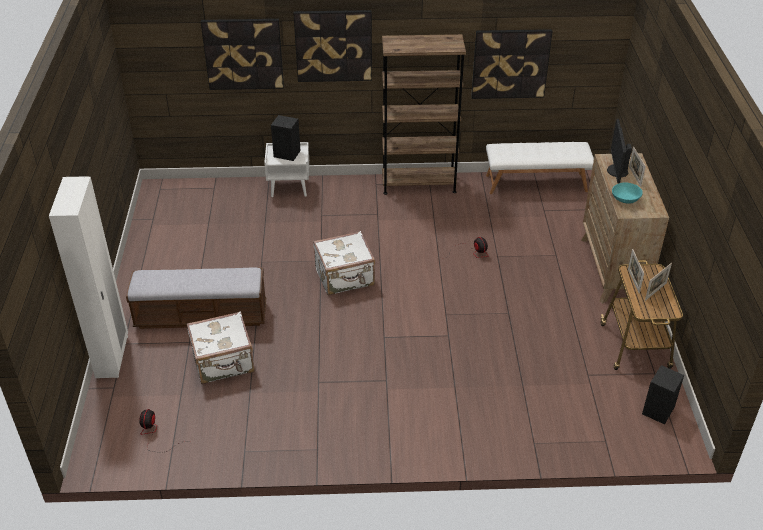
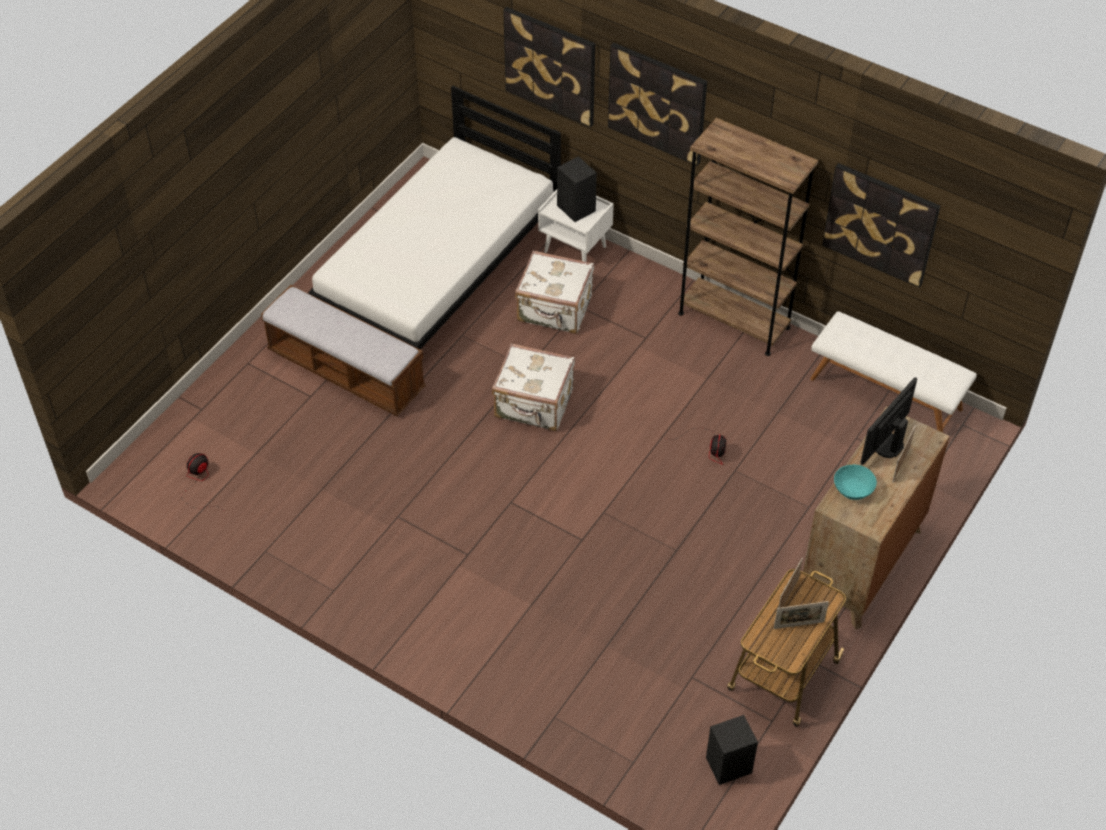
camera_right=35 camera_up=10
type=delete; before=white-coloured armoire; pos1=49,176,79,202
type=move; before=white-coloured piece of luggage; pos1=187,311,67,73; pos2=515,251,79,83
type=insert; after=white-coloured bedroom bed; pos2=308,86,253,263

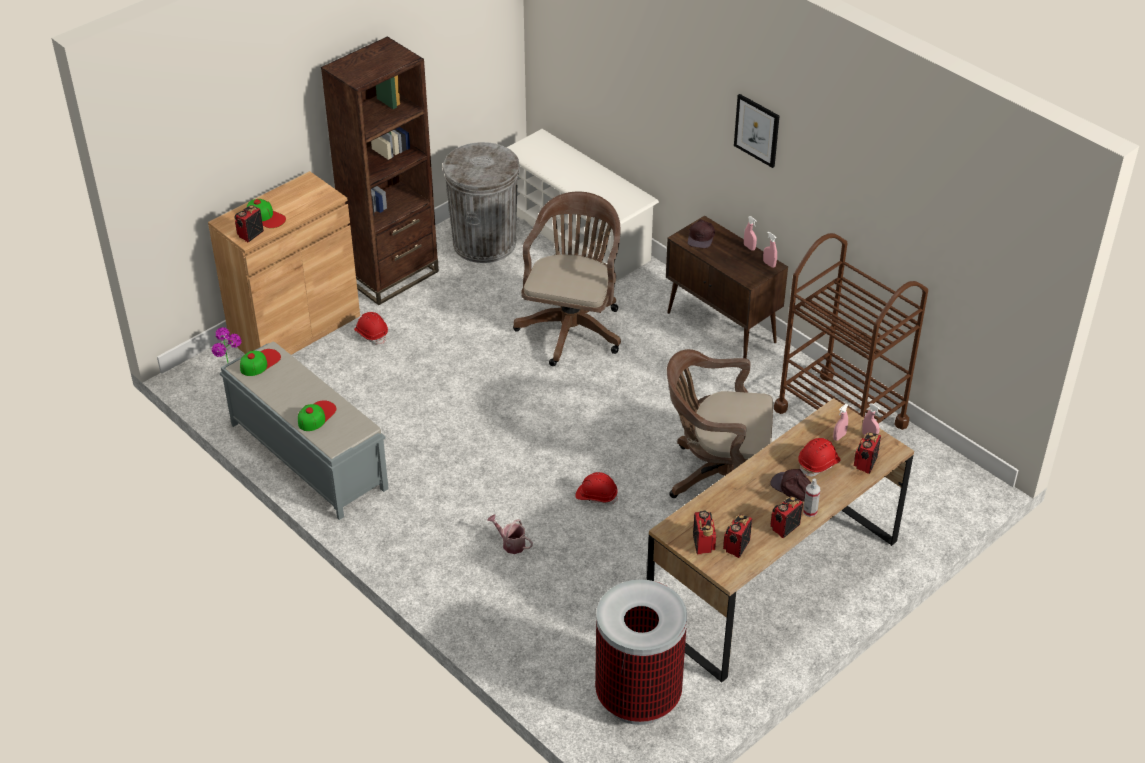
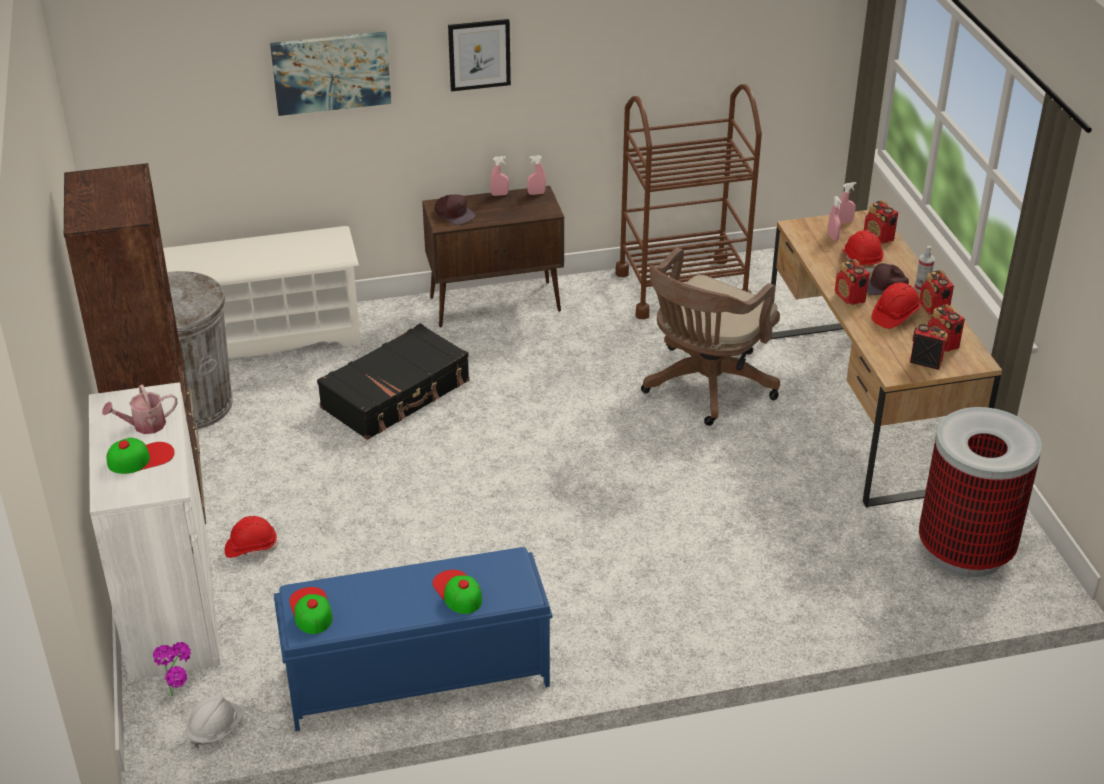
camera_right=-60 camera_up=-5
type=recolor; before=brown storage cabinet; after=white-coloured storage cabinet; pos1=208,171,152,184; pos2=89,382,131,298
type=recolor; before=grey long seat; after=blue-coloured long seat; pos1=220,342,169,178; pos2=274,547,279,184
type=move; before=radio; pos1=235,205,29,37; pos2=835,259,35,46
type=move; before=watering can; pos1=487,514,46,40; pos2=102,384,75,50
type=replace; before=brown desk chair; after=blackish piece of luggage; pos1=513,192,108,174; pos2=317,323,153,117
type=move; before=red work helmet; pos1=575,472,43,33; pos2=871,282,49,47
type=insert; after=white-coloured work helmet; pos2=187,695,57,53
type=insert; after=picture; pos2=270,32,121,84

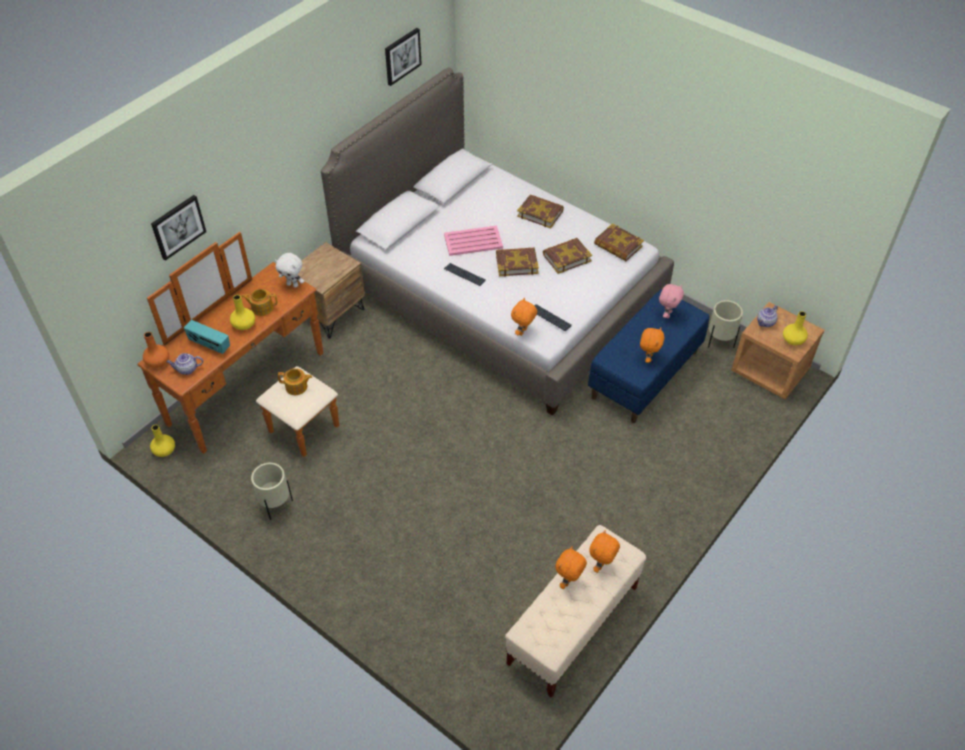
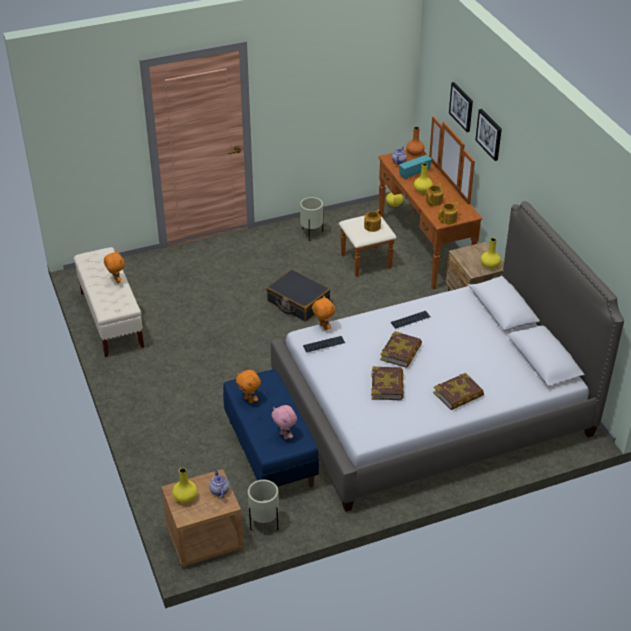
camera_right=120 camera_up=-10
type=replace; before=white-coloured cuddly toy; after=tea pot; pos1=275,253,29,35; pos2=438,202,22,22
type=move; before=picture; pos1=385,28,37,58; pos2=475,109,27,52
type=delete; before=pink tray; pos1=444,226,59,30
type=delete; before=orangey cuddly toy; pos1=589,530,31,43
type=delete; before=volume; pos1=594,223,50,38
type=insert; after=blackish piece of luggage; pos2=267,269,63,52
type=insert; after=yellow decorative vase; pos2=481,238,20,31

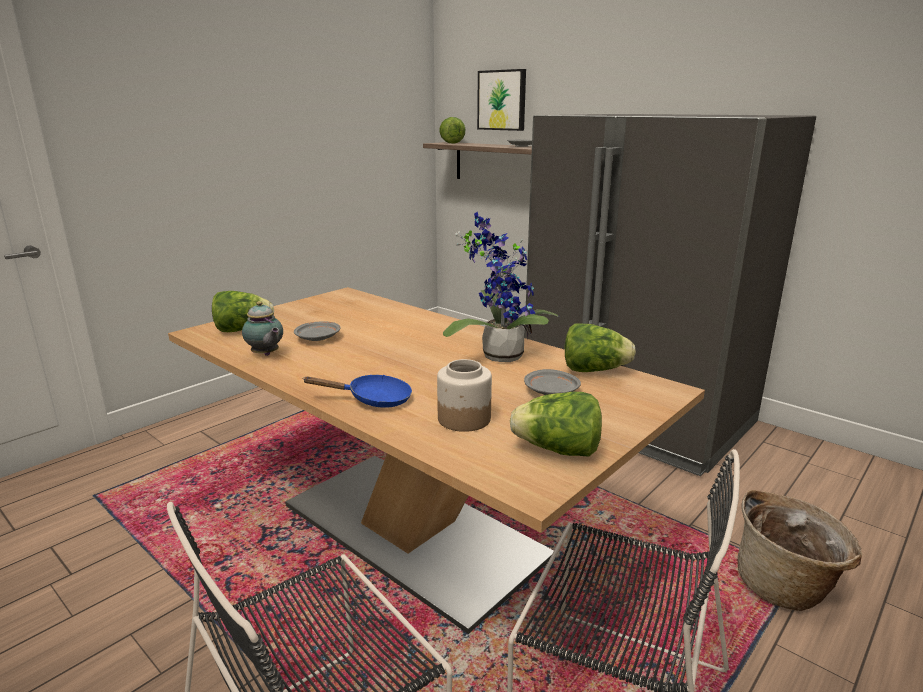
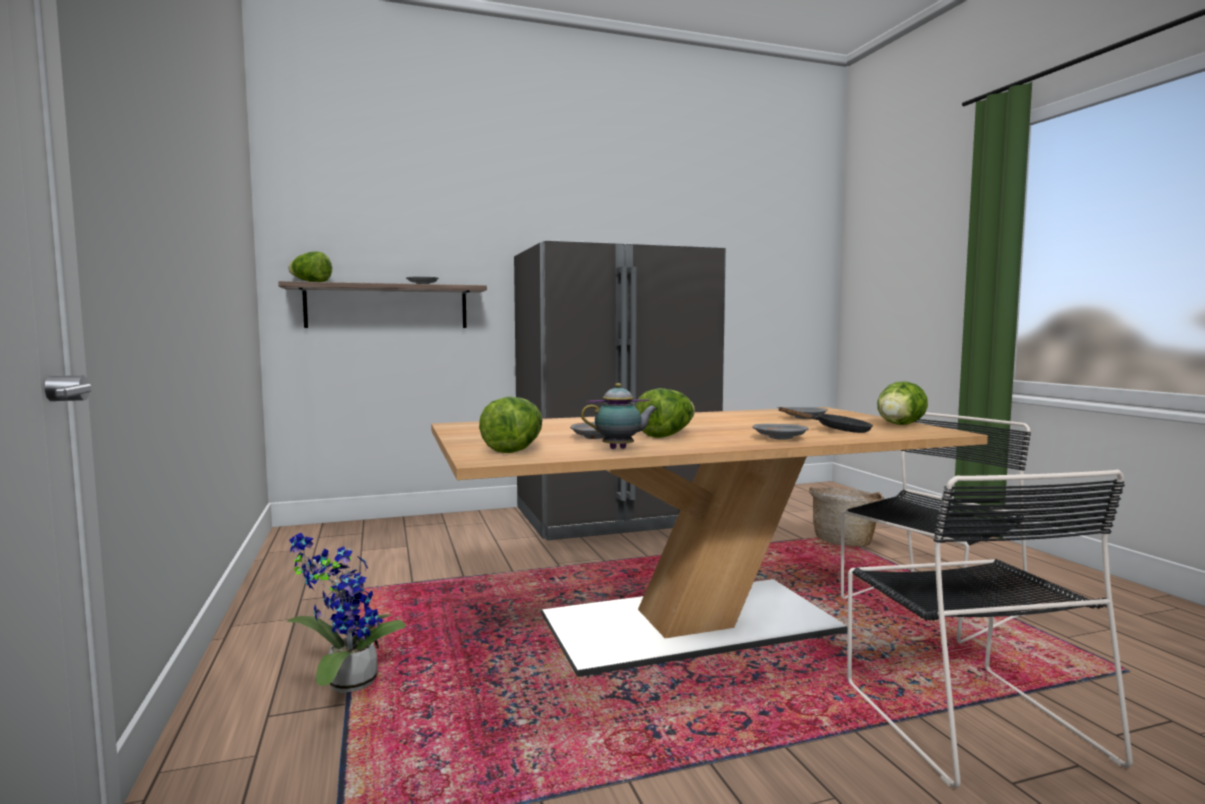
camera_right=-60 camera_up=-15
type=replace; before=blue-coloured pan; after=grey flat dish; pos1=302,375,110,33; pos2=752,424,57,16
type=replace; before=jar; after=blackish pan; pos1=437,359,55,73; pos2=777,407,96,26
type=move; before=plant in a pot; pos1=443,212,116,150; pos2=286,533,120,160
type=delete; before=picture; pos1=477,69,49,62
type=move; before=lettuce; pos1=565,323,71,49; pos2=636,388,59,50

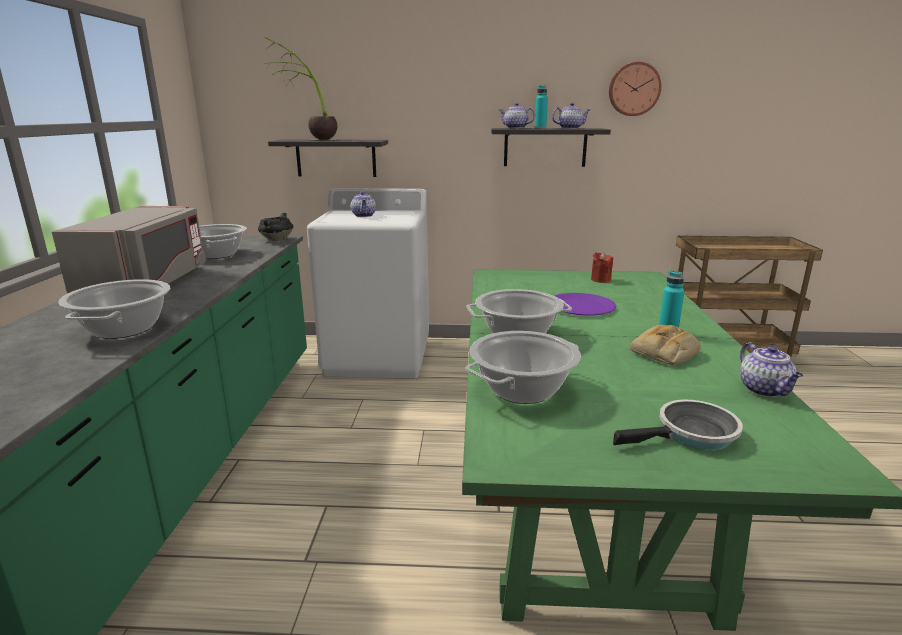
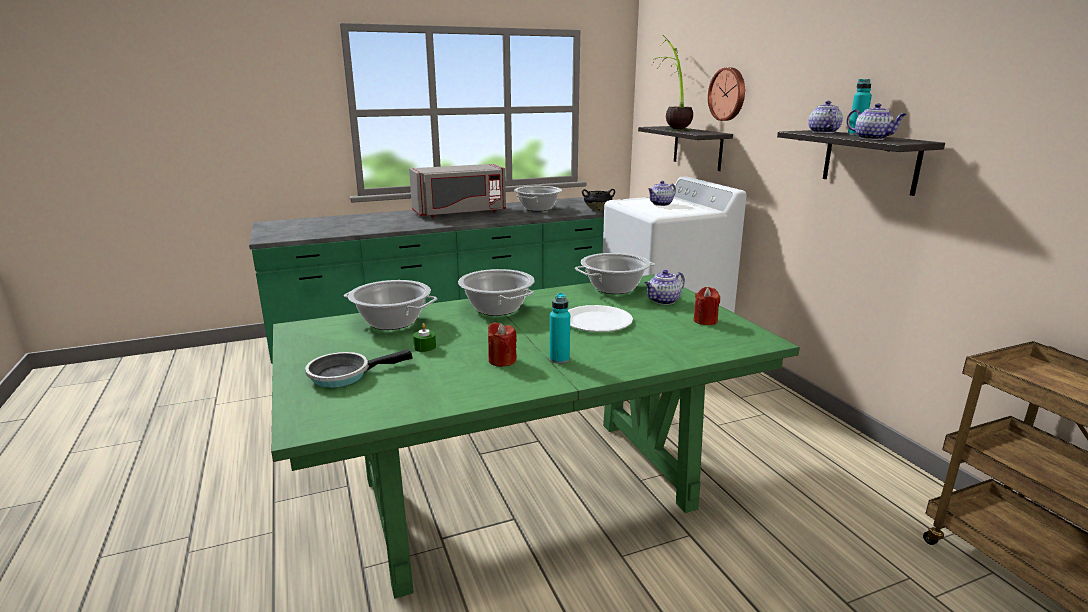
camera_right=65 camera_up=0
type=move; before=saucepot; pos1=58,279,112,60; pos2=575,253,80,41
type=recolor; before=purple flat dish; after=white-coloured flat dish; pos1=554,293,62,23; pos2=568,305,65,27
type=move; before=hanging clock; pos1=609,62,53,54; pos2=708,67,37,54
type=rotate; before=pan; pos1=613,399,130,51; pos2=305,349,108,39; turn=105
type=replace; before=baked bread; after=red candle; pos1=630,325,71,41; pos2=488,322,29,45
type=move; before=tea pot; pos1=740,342,63,55; pos2=645,270,40,35
type=insert; after=green candle; pos2=413,323,23,29

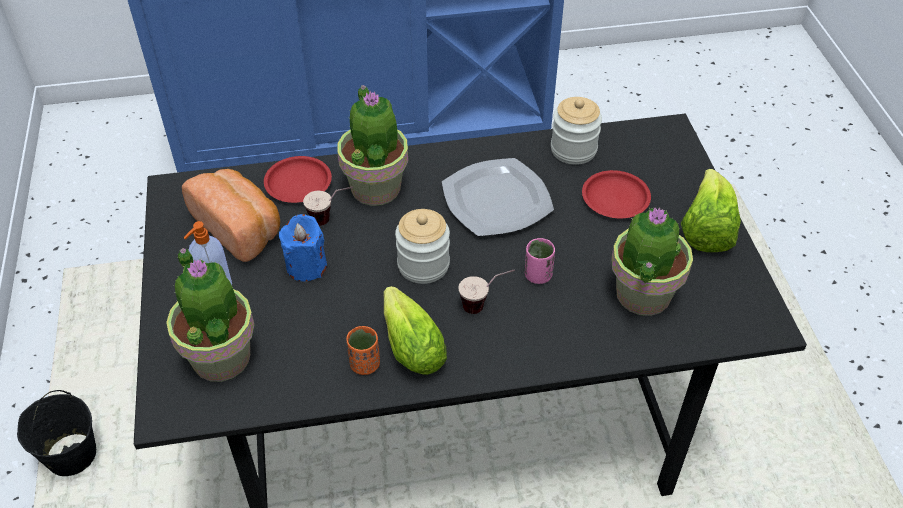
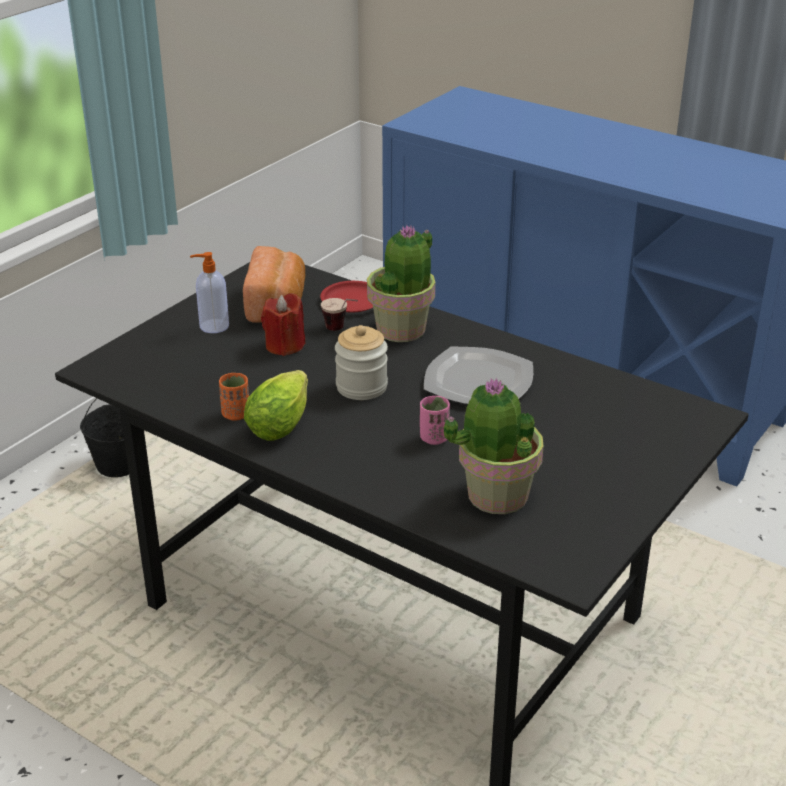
camera_right=45 camera_up=-15
type=delete; before=plant in a pot; pos1=166,248,89,134
type=recolor; before=blue-coloured candle; after=red candle; pos1=279,214,48,67; pos2=261,293,45,63
type=delete; before=drinking cup; pos1=458,270,57,44
type=delete; before=jar; pos1=551,97,51,68
type=delete; before=red flat dish; pos1=582,170,69,48
type=delete; before=lettuce; pos1=681,169,60,83

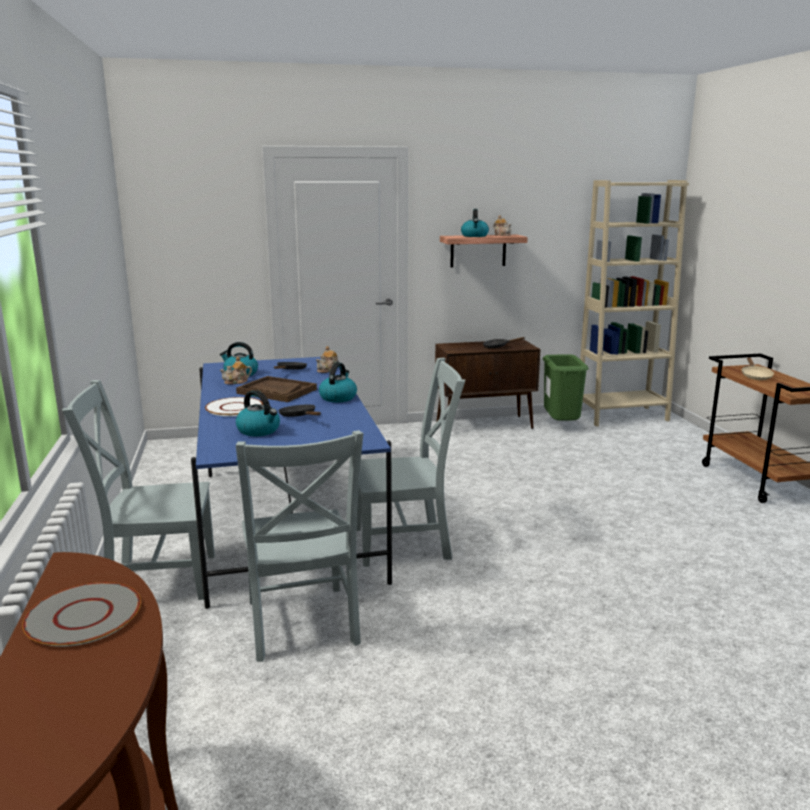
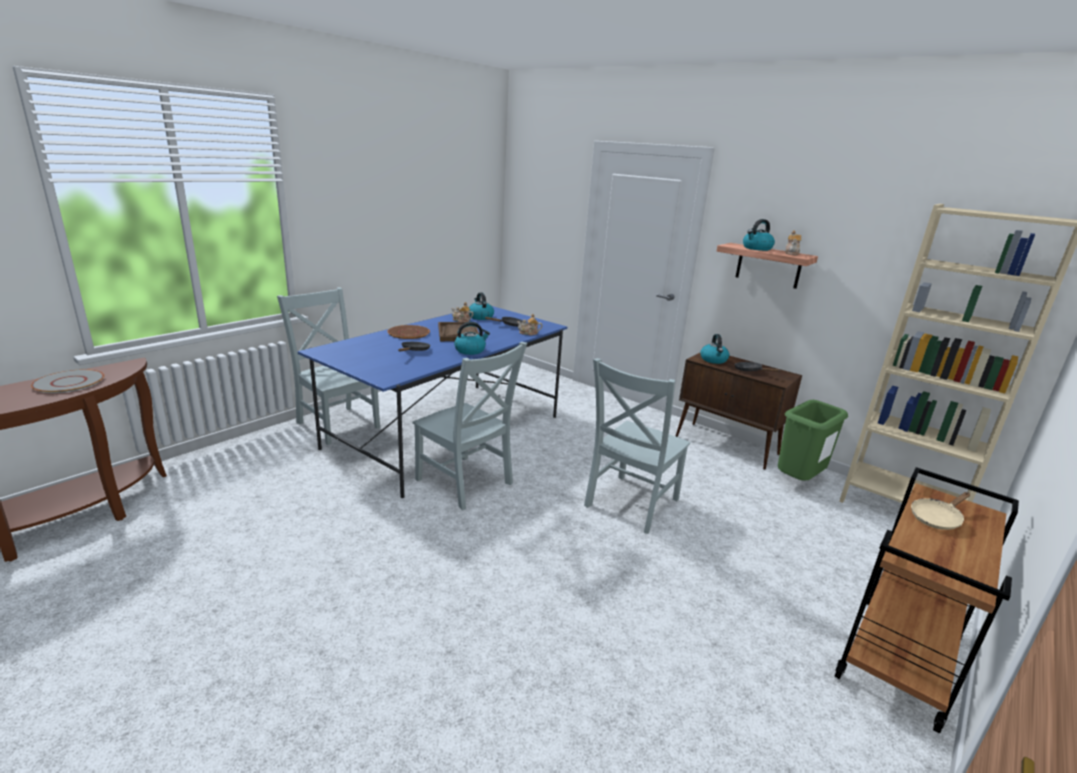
camera_right=50 camera_up=5
type=recolor; before=white-coloured flat dish; after=brown flat dish; pos1=205,397,58,19; pos2=387,325,43,14
type=move; before=water kettle; pos1=236,390,44,46; pos2=700,334,29,30
type=move; before=grey plain chair; pos1=236,430,127,232; pos2=584,358,106,176

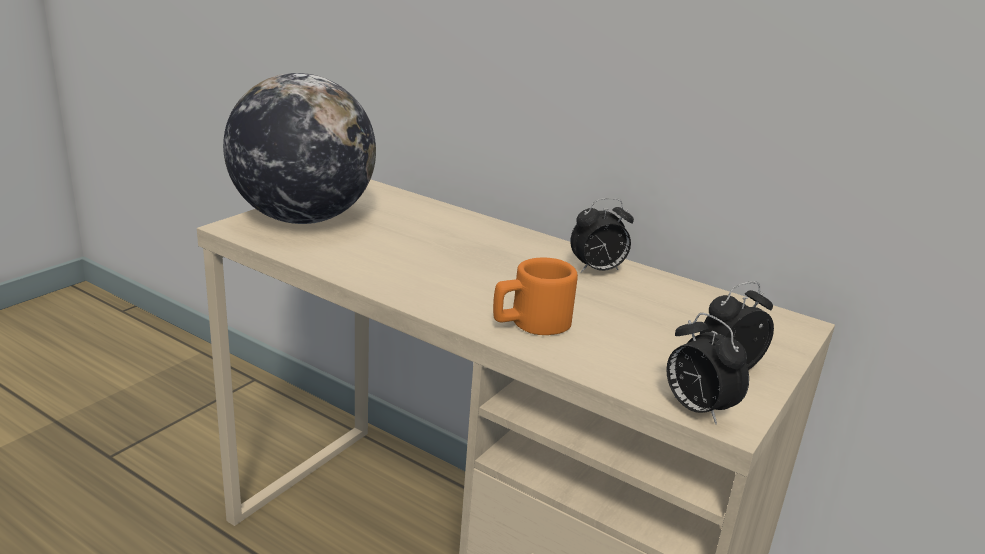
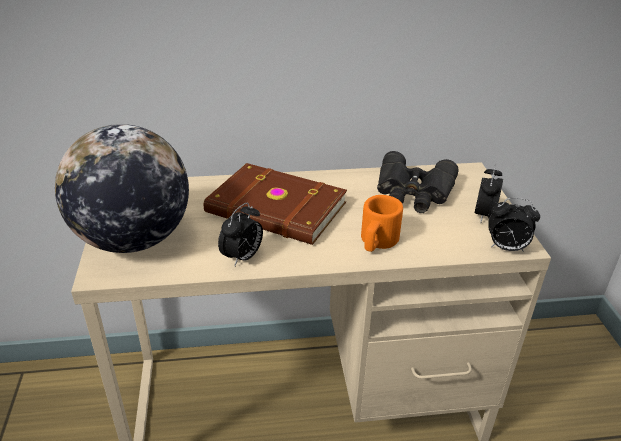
camera_right=-40 camera_up=10
type=move; before=alarm clock; pos1=571,198,63,75; pos2=218,203,45,63
type=insert; after=brown volume; pos2=204,163,143,82
type=insert; after=blackish pair of binoculars; pos2=377,151,81,62

